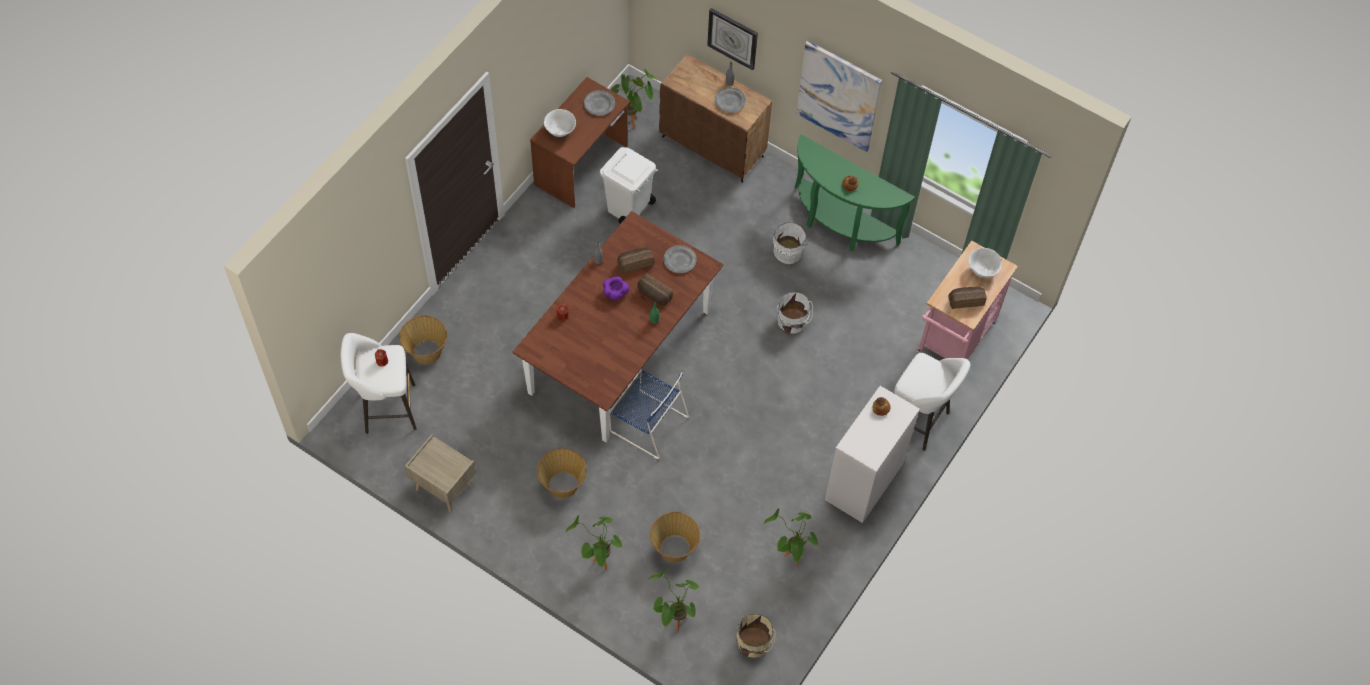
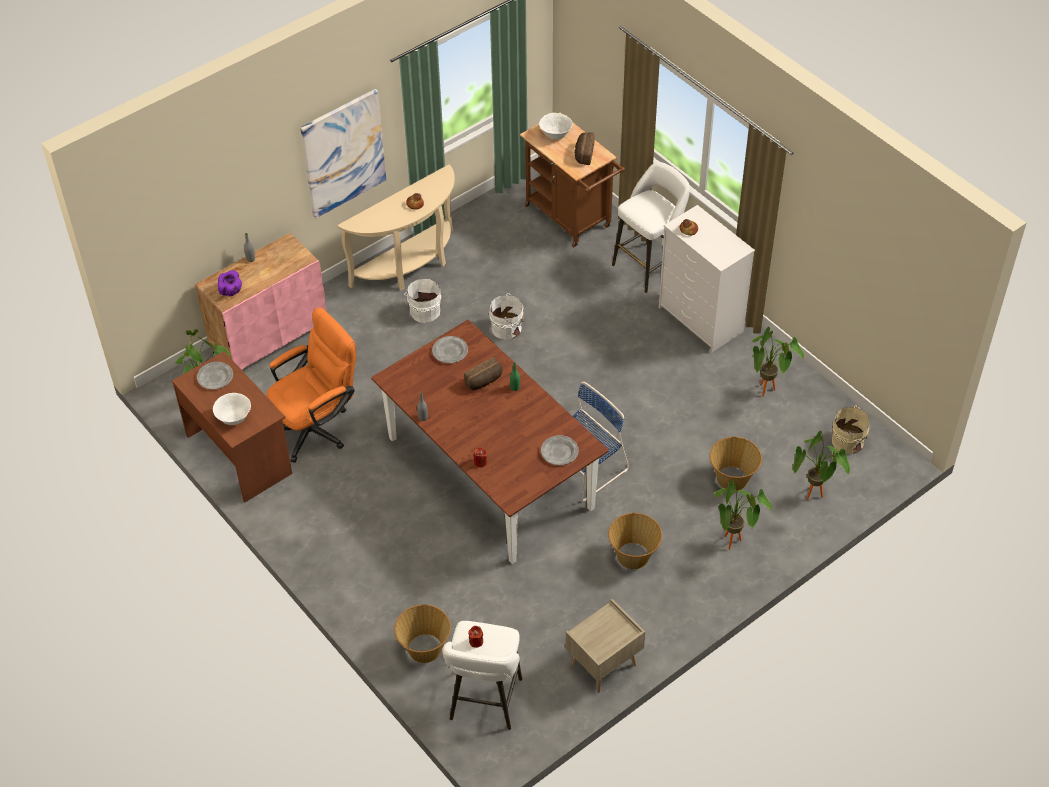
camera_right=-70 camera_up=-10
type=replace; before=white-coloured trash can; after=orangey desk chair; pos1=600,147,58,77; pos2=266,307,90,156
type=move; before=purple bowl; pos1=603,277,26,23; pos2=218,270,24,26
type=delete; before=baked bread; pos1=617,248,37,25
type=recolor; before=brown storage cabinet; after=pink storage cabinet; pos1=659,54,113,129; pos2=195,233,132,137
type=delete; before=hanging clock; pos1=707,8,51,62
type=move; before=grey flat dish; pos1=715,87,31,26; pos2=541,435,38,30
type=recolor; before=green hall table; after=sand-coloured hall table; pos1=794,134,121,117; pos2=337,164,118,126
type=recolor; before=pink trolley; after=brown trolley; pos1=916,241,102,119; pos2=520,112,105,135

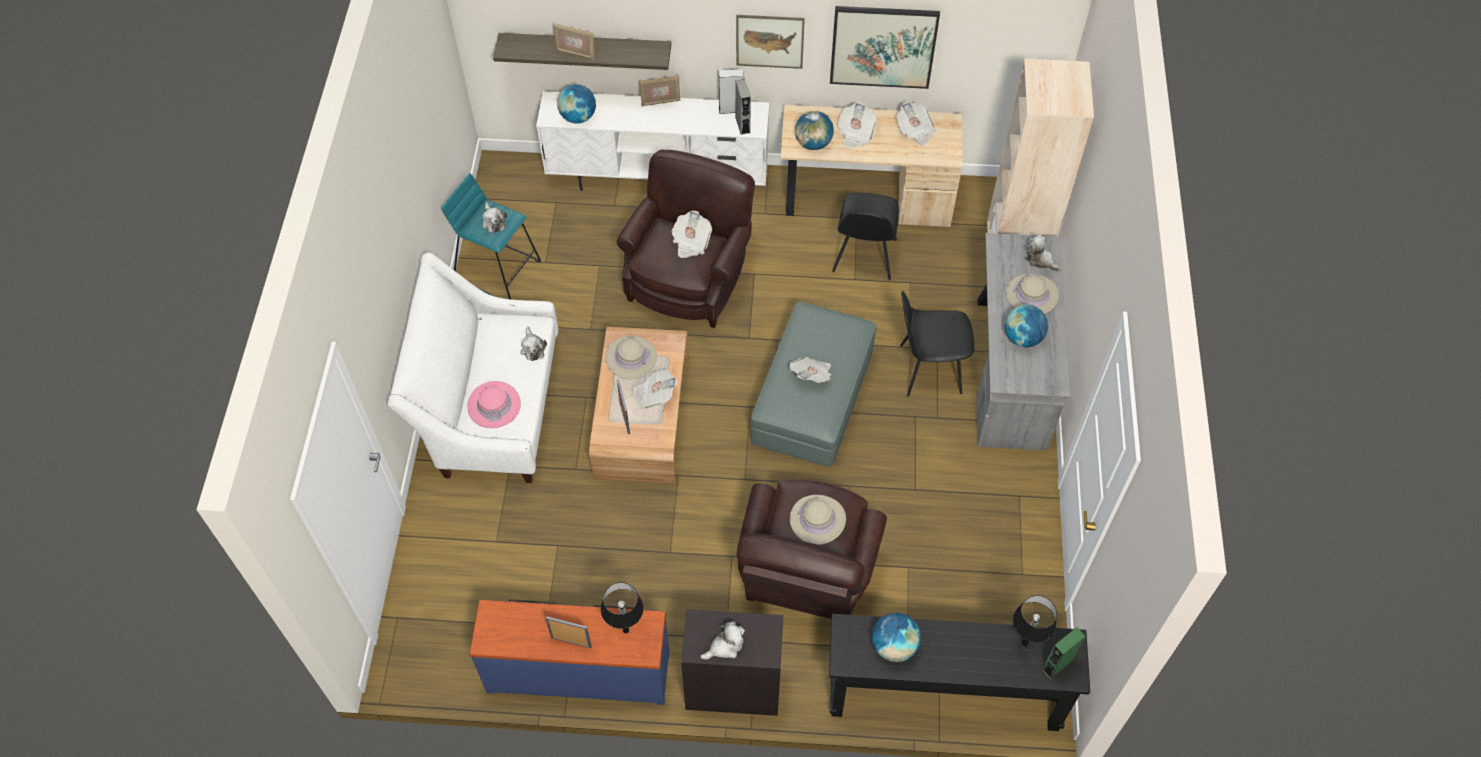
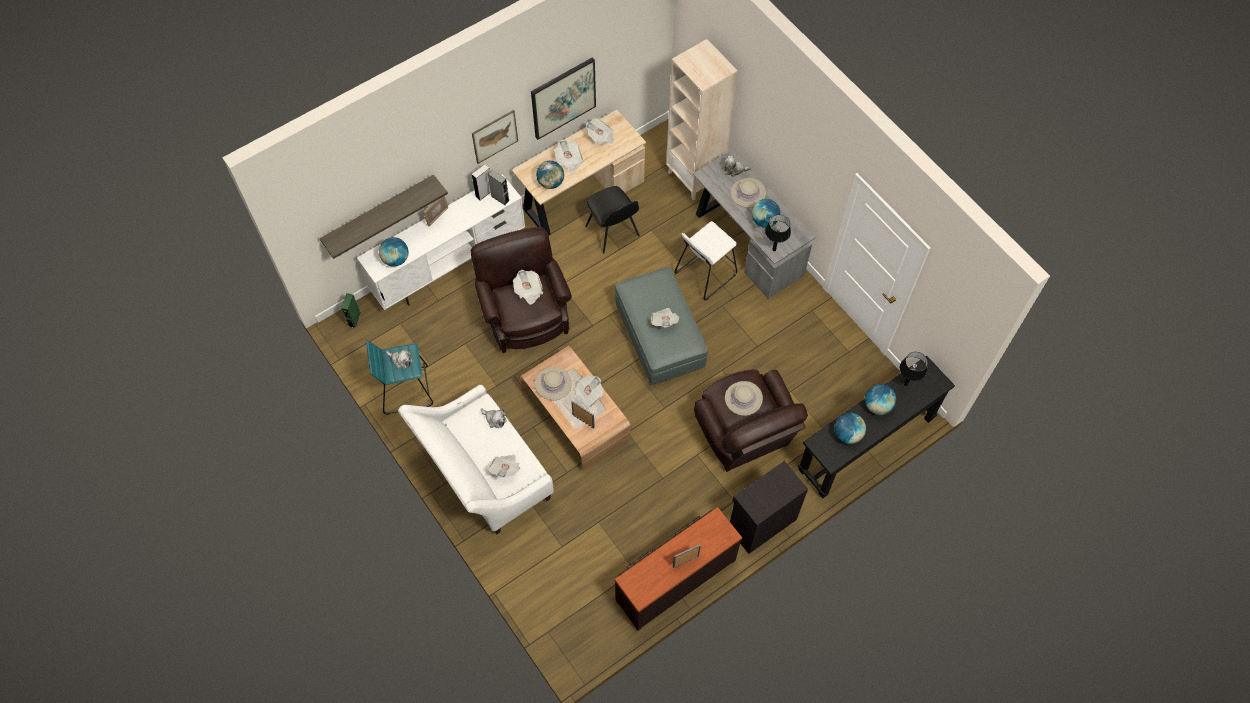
camera_right=-40 camera_up=5
type=replace; before=pink hat; after=newspaper; pos1=467,381,54,47; pos2=488,455,32,23
type=recolor; before=blue-coloured chest of drawers; after=brown chest of drawers; pos1=469,599,200,106; pos2=615,507,127,124
type=delete; before=photo frame; pos1=554,23,40,37
type=move; before=blackish table lamp; pos1=601,582,43,51; pos2=765,215,26,36
type=delete; before=cuddly toy; pos1=700,621,45,39
type=replace; before=blackish plain chair; after=white-coloured stool; pos1=900,291,75,106; pos2=674,221,63,79
type=move; before=green loudspeaker; pos1=1042,627,43,52; pos2=341,293,19,35
type=insert; after=globe; pos2=865,384,31,31

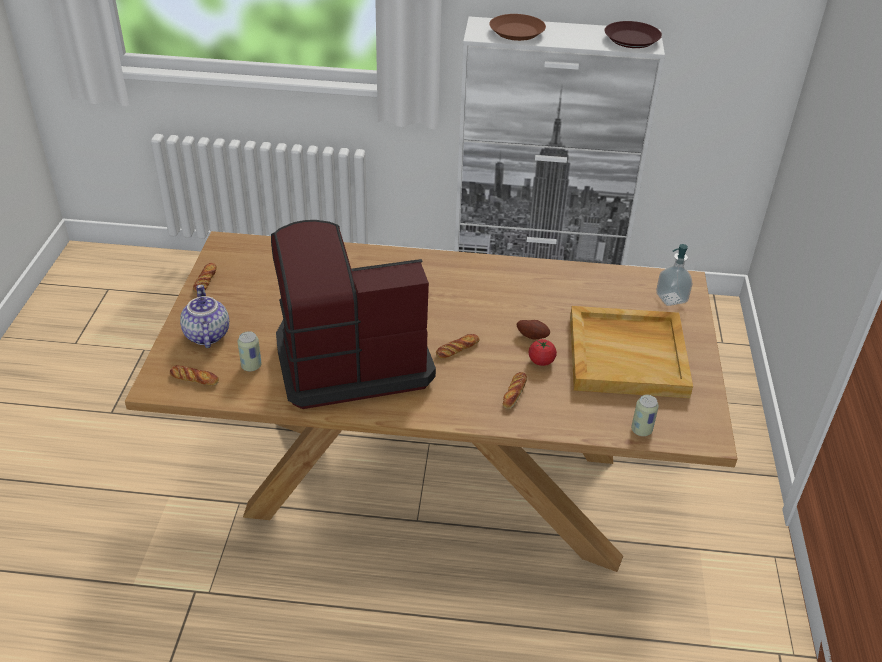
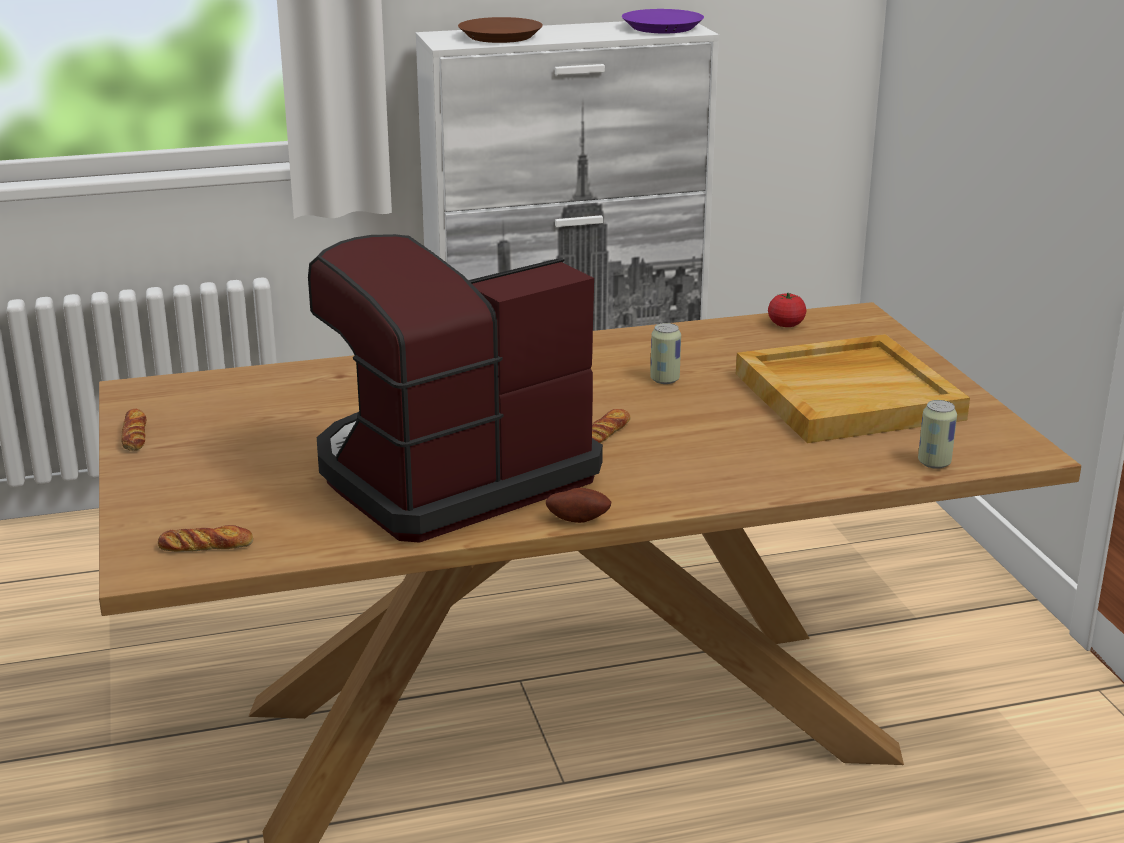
camera_right=-20 camera_up=-15
type=delete; before=tea pot; pos1=180,285,49,63
type=move; before=can; pos1=238,331,24,40; pos2=650,323,31,61
type=delete; before=baked bread; pos1=503,372,24,37
type=move; before=whole potato; pos1=517,320,33,19; pos2=546,488,65,35
type=move; before=fresh tomato; pos1=528,339,29,27; pos2=768,293,38,34
type=recolor; before=brown flat dish; after=purple flat dish; pos1=604,21,58,27; pos2=622,9,82,25
type=delete; before=soap dispenser; pos1=656,244,36,62

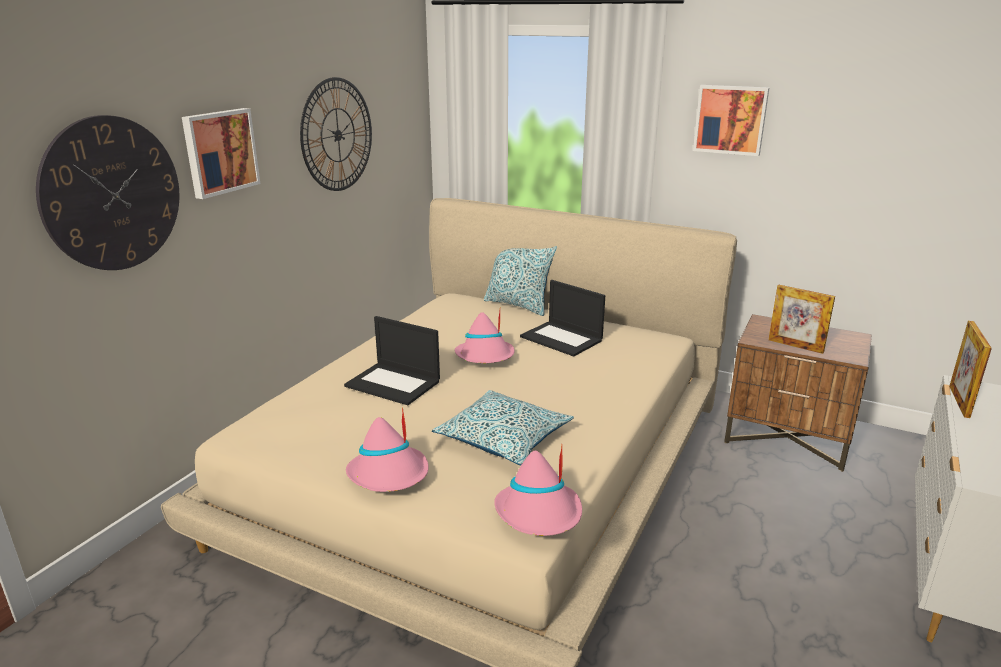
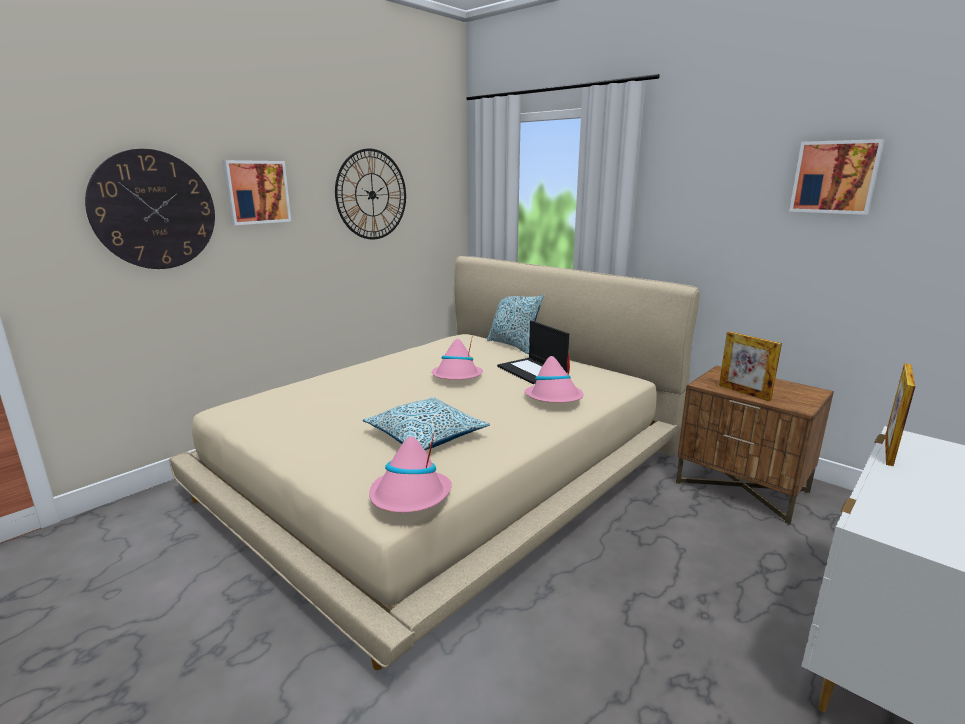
camera_right=15 camera_up=-5
type=delete; before=portable computer; pos1=344,316,96,89
type=move; before=pink hat; pos1=346,407,83,85; pos2=525,351,58,52
type=move; before=picture; pos1=693,85,77,71; pos2=789,139,96,76

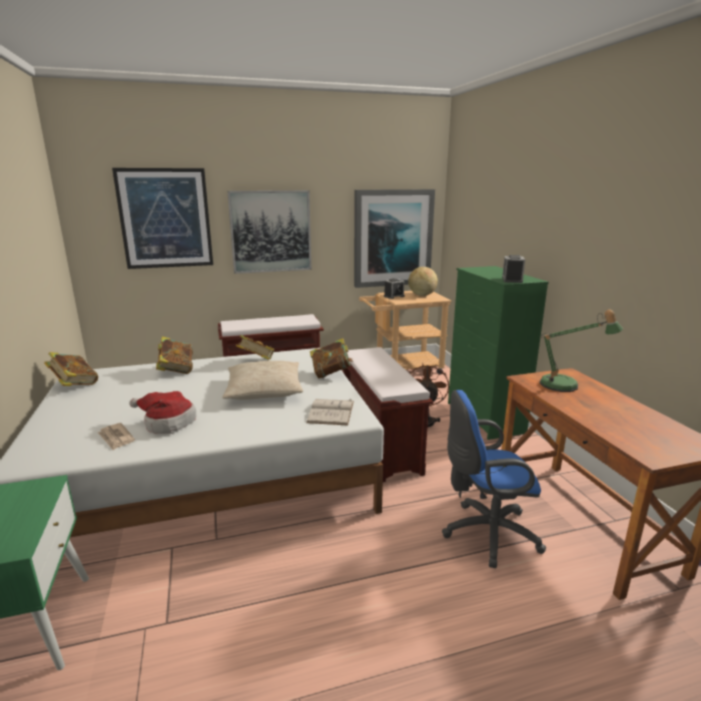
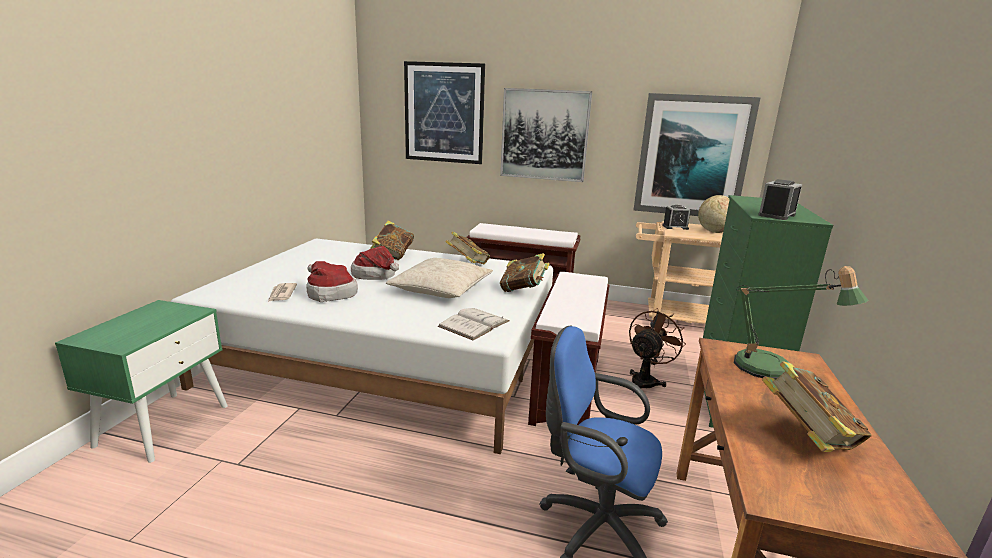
camera_right=30 camera_up=0
type=move; before=volume; pos1=44,352,54,34; pos2=762,361,110,91
type=insert; after=hat; pos2=351,246,48,34

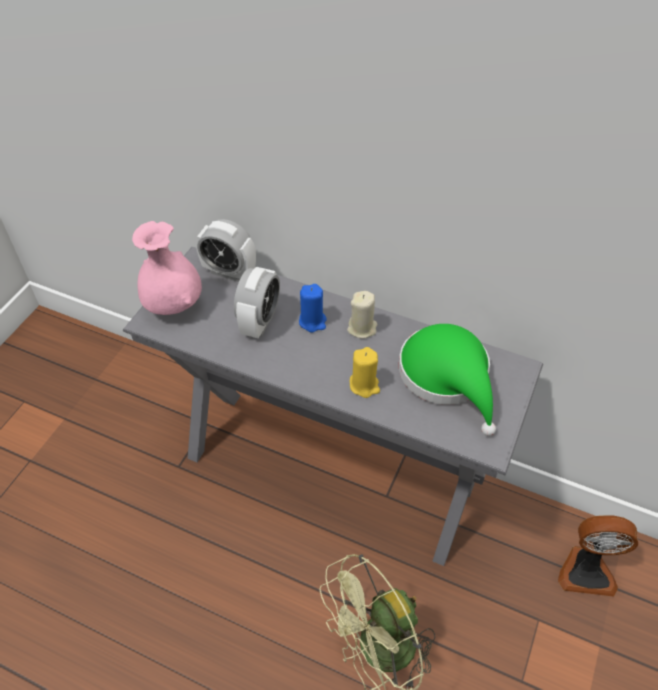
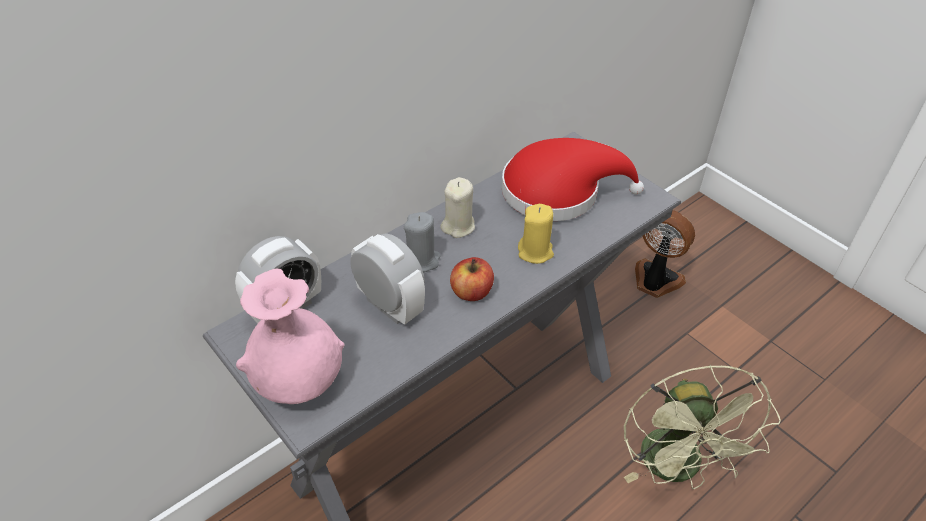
camera_right=-65 camera_up=-5
type=recolor; before=blue-coloured candle; after=grey candle; pos1=299,284,27,49; pos2=404,212,37,60
type=recolor; before=green hat; after=red hat; pos1=399,324,97,112; pos2=502,138,142,83
type=rotate; before=cooling fan; pos1=558,515,80,81; pos2=635,210,60,88; turn=-90
type=insert; after=whole apple; pos2=450,257,44,44

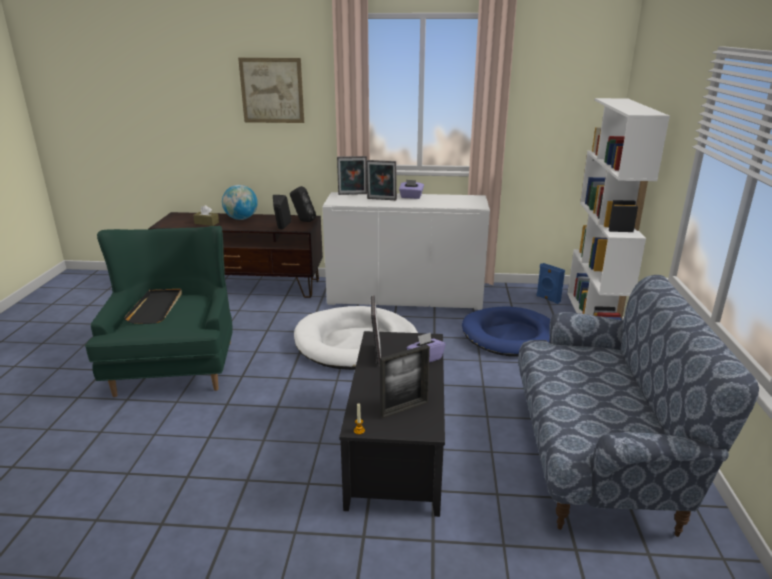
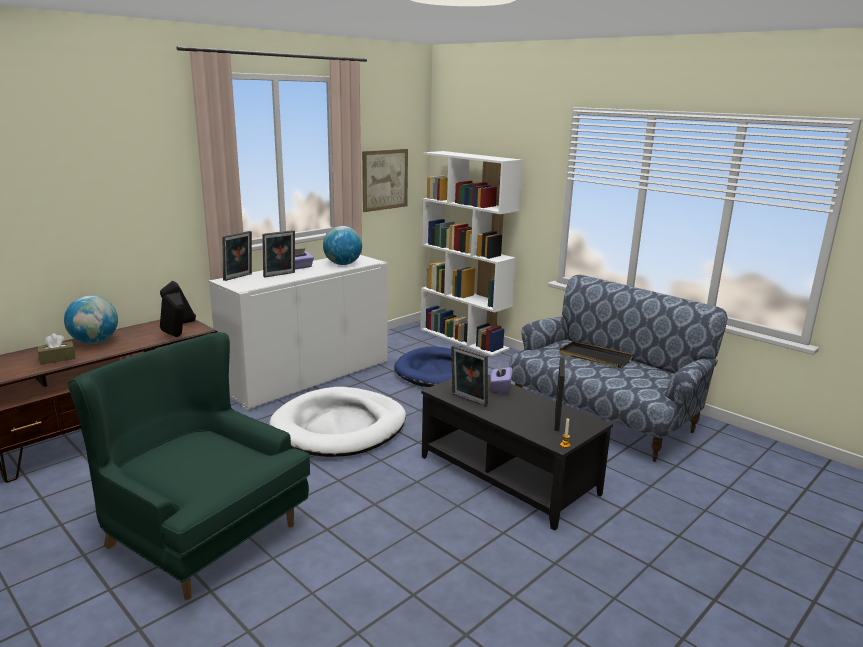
camera_right=-50 camera_up=-5
type=move; before=blackish tray; pos1=124,289,58,35; pos2=559,341,74,27
type=move; before=picture; pos1=238,58,66,65; pos2=362,149,46,63
type=delete; before=blue-coloured loudspeaker; pos1=536,263,29,41
type=insert; after=globe; pos2=323,226,39,39

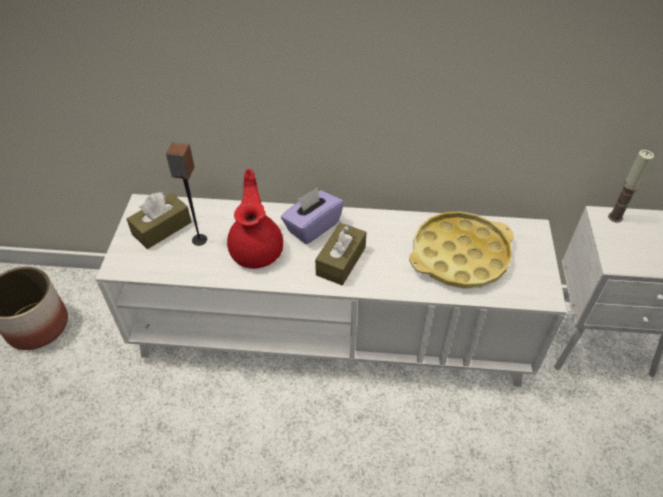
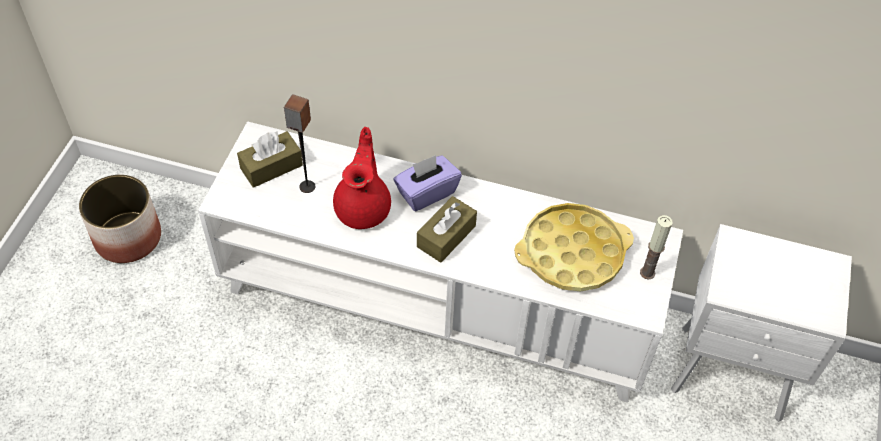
camera_right=10 camera_up=5
type=move; before=candle; pos1=608,150,46,73; pos2=640,215,33,65

